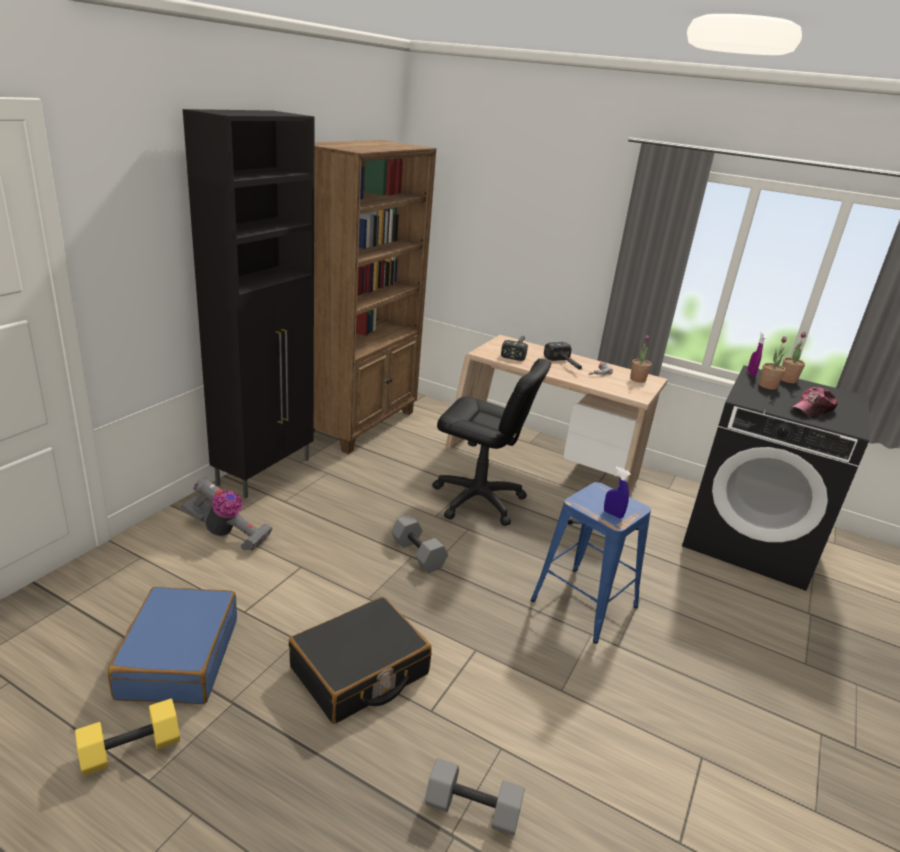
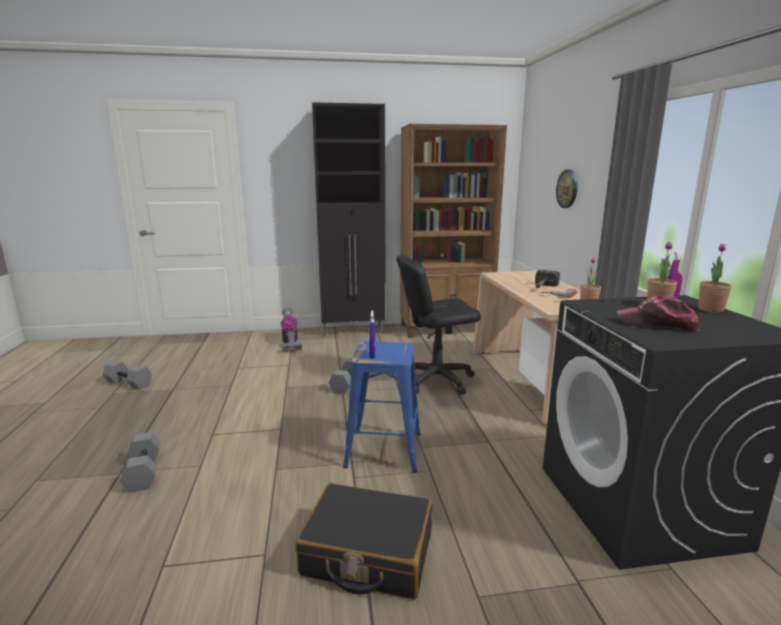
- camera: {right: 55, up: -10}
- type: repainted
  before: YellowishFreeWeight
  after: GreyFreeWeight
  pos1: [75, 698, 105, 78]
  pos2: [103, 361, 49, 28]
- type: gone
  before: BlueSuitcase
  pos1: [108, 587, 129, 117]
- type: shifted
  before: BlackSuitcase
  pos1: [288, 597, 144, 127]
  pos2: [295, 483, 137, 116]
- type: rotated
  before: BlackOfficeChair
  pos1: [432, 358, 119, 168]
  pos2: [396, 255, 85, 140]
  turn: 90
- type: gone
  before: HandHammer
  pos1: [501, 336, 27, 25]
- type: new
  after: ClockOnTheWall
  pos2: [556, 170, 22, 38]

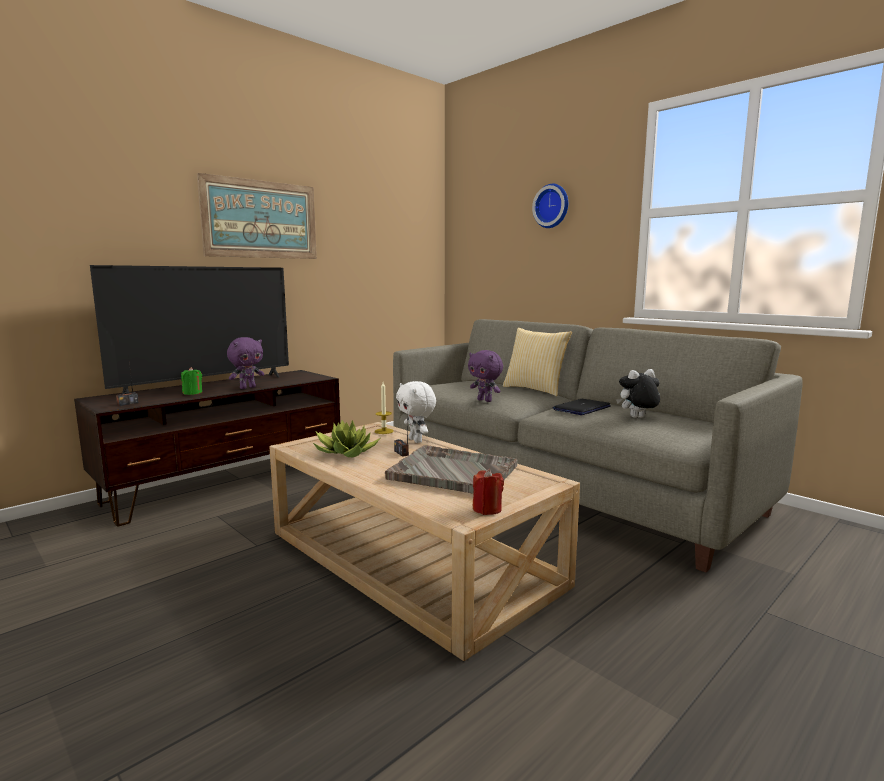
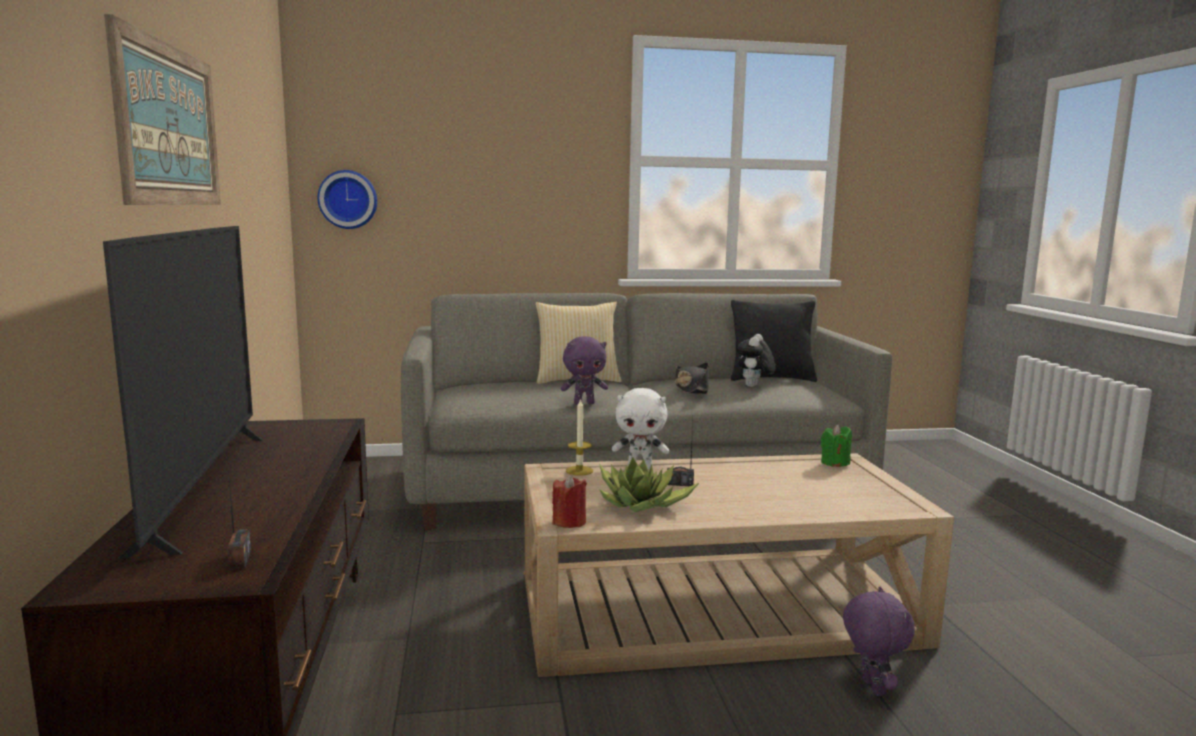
- camera: {right: -55, up: 0}
- type: shifted
  before: GreenColouredWaxLight
  pos1: [181, 367, 21, 28]
  pos2: [821, 424, 31, 43]
- type: shifted
  before: PurplishSoftToy
  pos1: [227, 337, 37, 52]
  pos2: [843, 587, 72, 109]
- type: gone
  before: GreyCarryingTray
  pos1: [385, 445, 133, 49]
- type: shifted
  before: RedColouredWaxLight
  pos1: [473, 469, 31, 46]
  pos2: [552, 474, 35, 54]
- type: shifted
  before: ClockOnTheWall
  pos1: [532, 184, 36, 44]
  pos2: [317, 170, 60, 59]
- type: swapped
  before: NotebookComputer
  after: BlackHat
  pos1: [552, 399, 59, 16]
  pos2: [675, 362, 34, 32]
- type: new
  after: BlackPillow
  pos2: [731, 300, 86, 82]

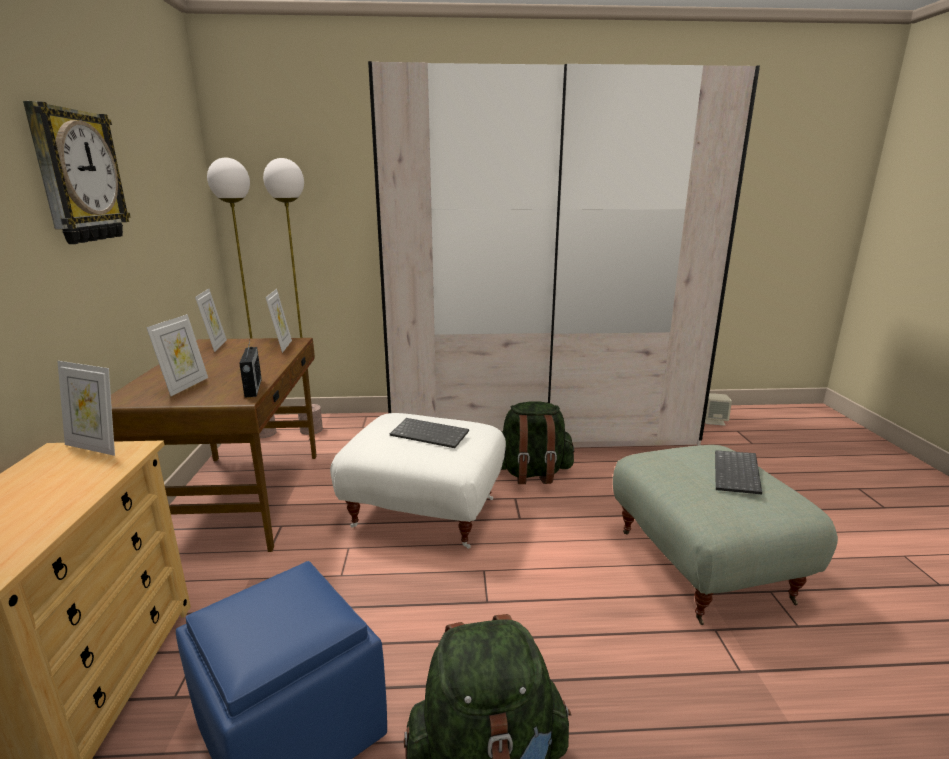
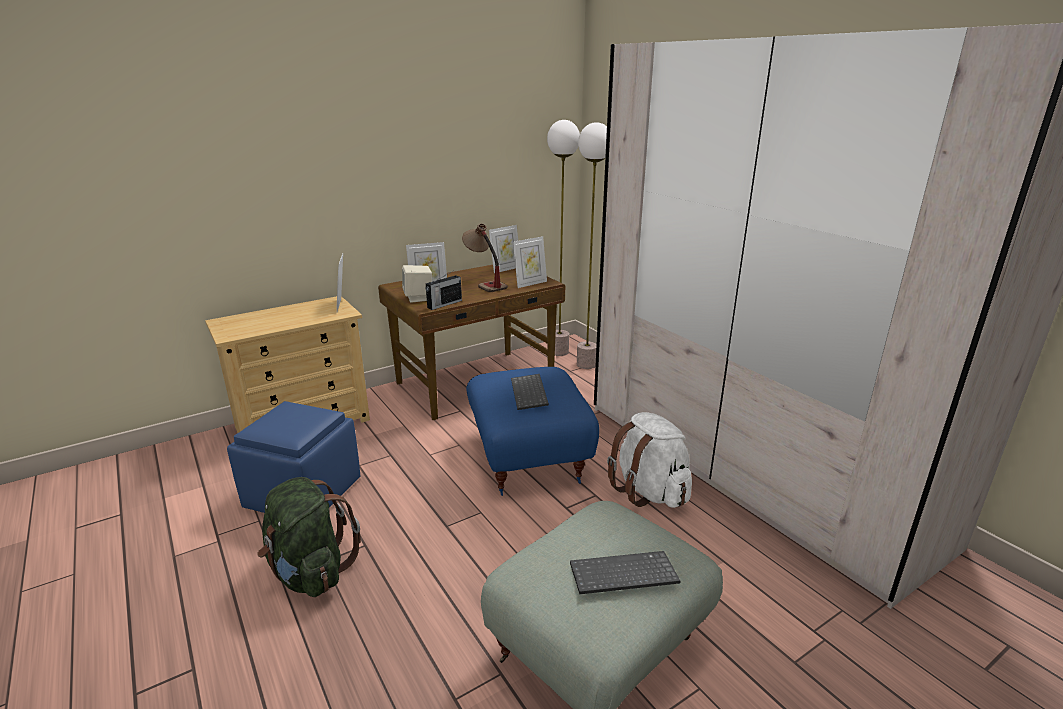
- camera: {right: 60, up: 5}
- type: gone
  before: ClockOnTheWall
  pos1: [23, 101, 108, 143]
- type: repainted
  before: WhiteColouredFootrest
  after: BlueFootrest
  pos1: [330, 413, 176, 136]
  pos2: [466, 367, 133, 129]
- type: repainted
  before: GreenColouredKnapsack
  after: WhiteColouredKnapsack
  pos1: [501, 401, 73, 83]
  pos2: [607, 412, 85, 96]
- type: shifted
  before: BeigeColouredAudioSpeaker
  pos1: [705, 393, 27, 33]
  pos2: [402, 265, 30, 38]
- type: new
  after: TableLamp
  pos2: [462, 223, 46, 69]

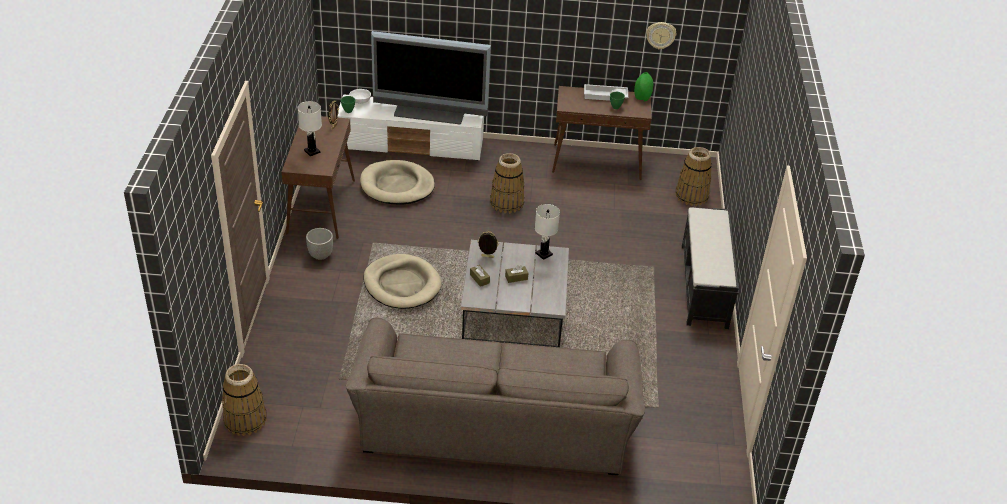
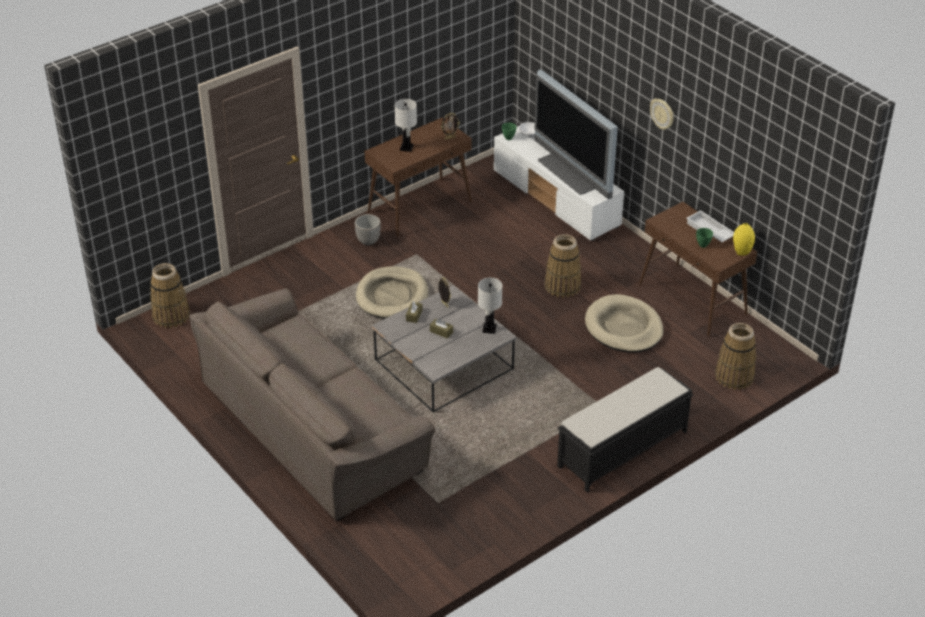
- camera: {right: 50, up: 0}
- type: shifted
  before: BeigeColouredDogCushion
  pos1: [360, 160, 75, 45]
  pos2: [585, 294, 79, 59]
- type: repainted
  before: GreenColouredDecorativeVase
  after: YellowishDecorativeVase
  pos1: [634, 72, 20, 30]
  pos2: [733, 223, 22, 32]
- type: shifted
  before: ClockOnTheWall
  pos1: [646, 22, 30, 27]
  pos2: [650, 98, 24, 32]

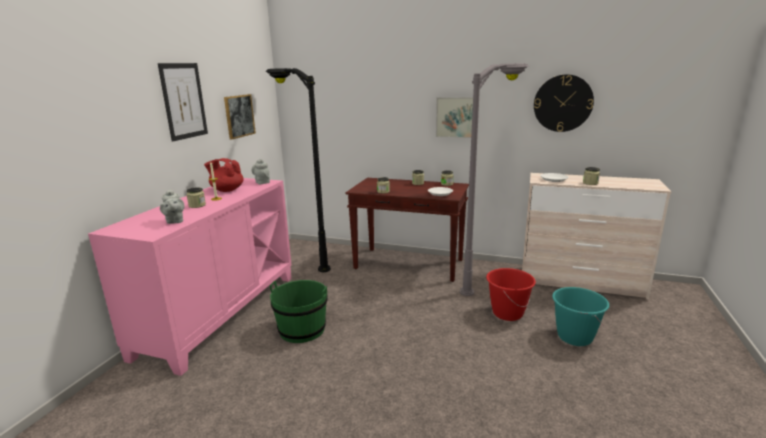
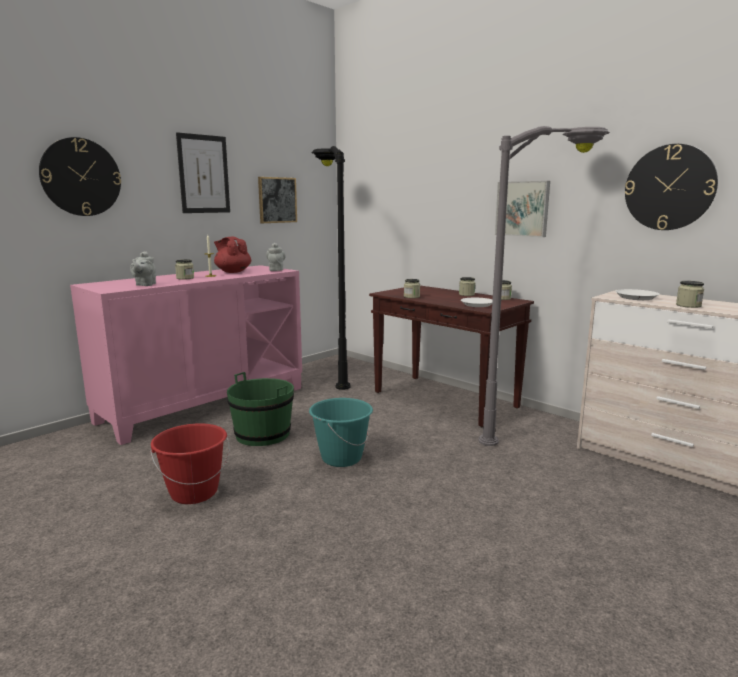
- camera: {right: 25, up: -5}
- type: shifted
  before: RedColouredPail
  pos1: [486, 268, 50, 53]
  pos2: [150, 423, 80, 81]
- type: shifted
  before: TurquoiseColouredPail
  pos1: [552, 287, 57, 59]
  pos2: [309, 398, 64, 69]
- type: new
  after: ClockOnTheWall
  pos2: [39, 137, 82, 79]

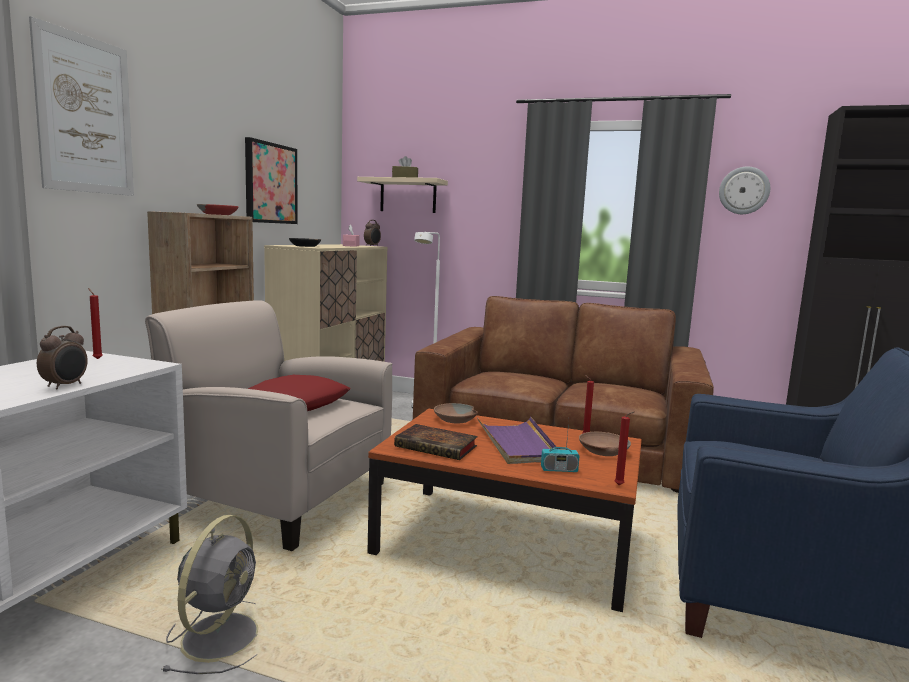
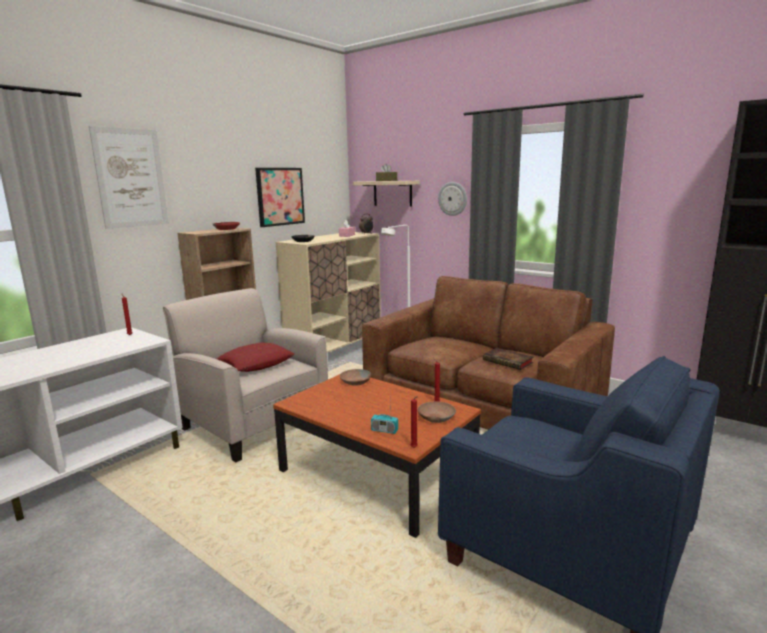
- camera: {right: 20, up: 5}
- type: gone
  before: BedsideClock
  pos1: [37, 326, 51, 63]
- type: gone
  before: GreyElectricFan
  pos1: [161, 515, 97, 159]
- type: shifted
  before: Book
  pos1: [394, 424, 84, 36]
  pos2: [483, 348, 51, 22]
- type: gone
  before: PurplishCarryingTray
  pos1: [477, 417, 80, 47]
- type: shifted
  before: ClockOnTheWall
  pos1: [719, 166, 51, 48]
  pos2: [438, 182, 29, 34]

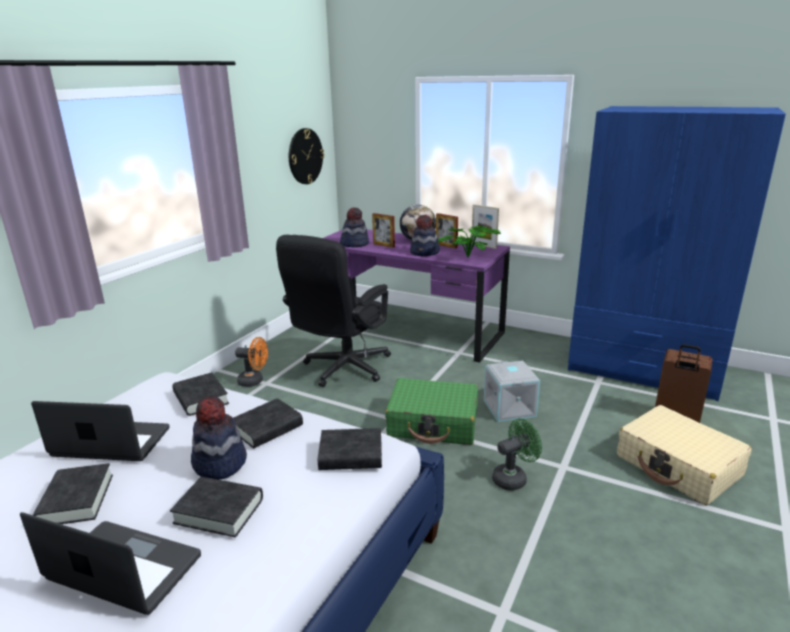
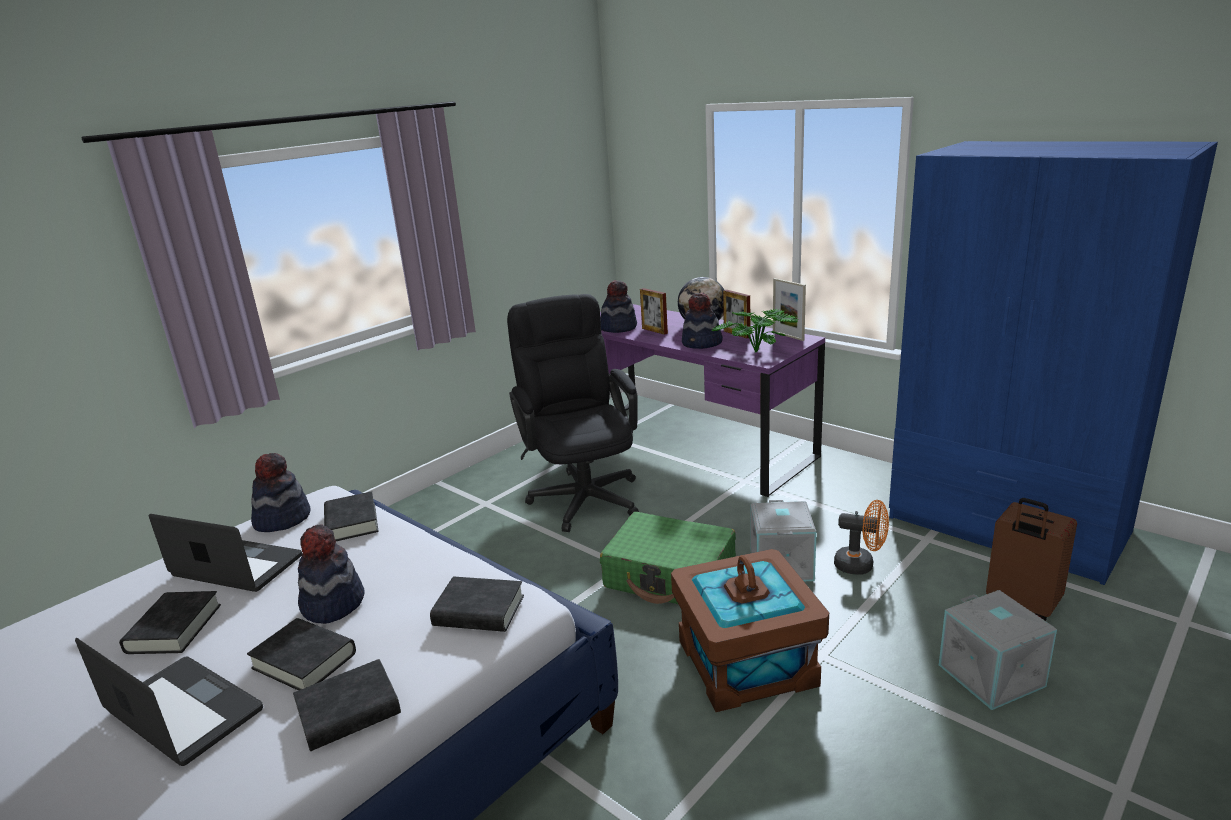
- camera: {right: 15, up: 0}
- type: shifted
  before: BlackBook
  pos1: [233, 398, 70, 50]
  pos2: [293, 659, 108, 92]
- type: shifted
  before: OrangeElectricFan
  pos1: [235, 337, 33, 50]
  pos2: [834, 500, 55, 75]
- type: rotated
  before: BlackOfficeChair
  pos1: [276, 235, 115, 152]
  pos2: [507, 294, 132, 238]
  turn: 120
- type: gone
  before: ClockOnTheWall
  pos1: [289, 128, 35, 56]
- type: swapped
  before: GreenColouredElectricFan
  after: BrownishStorageContainer
  pos1: [492, 418, 50, 73]
  pos2: [671, 549, 158, 163]
- type: swapped
  before: BeigeColouredSuitcase
  after: GreyStorageContainer
  pos1: [617, 405, 135, 100]
  pos2: [939, 590, 118, 120]
- type: new
  after: Hat
  pos2: [251, 453, 59, 79]

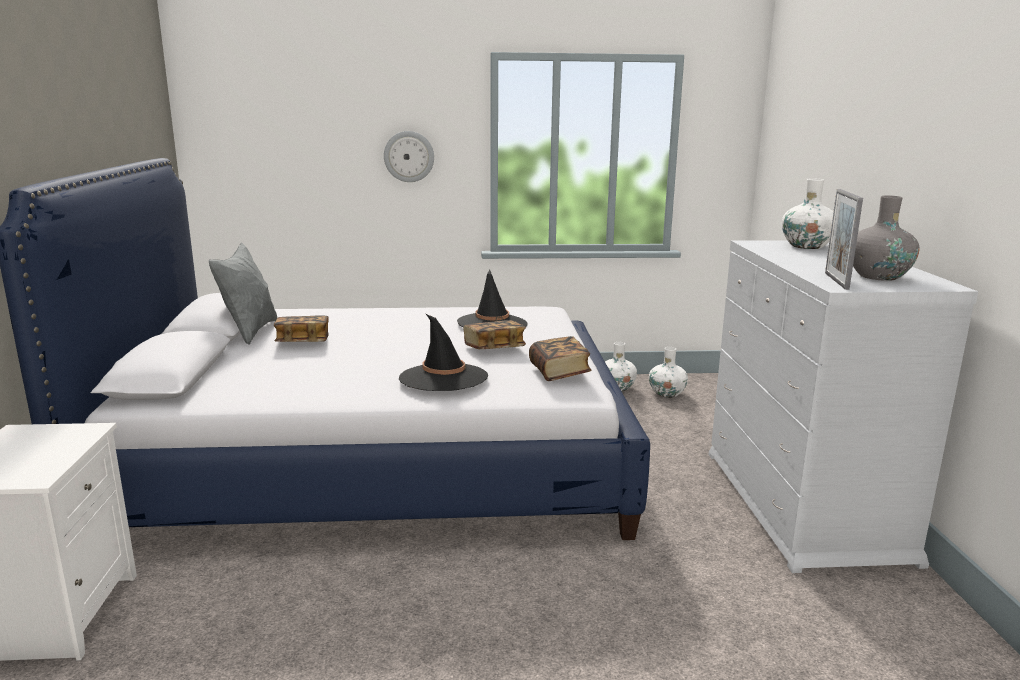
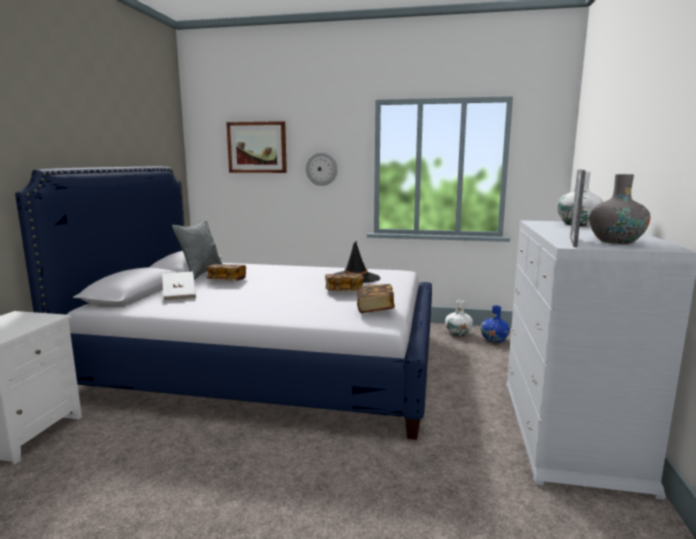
- camera: {right: 15, up: -5}
- type: gone
  before: BlackHat
  pos1: [399, 314, 89, 77]
- type: repainted
  before: WhiteColouredDecorativeVase
  after: BlueDecorativeVase
  pos1: [649, 347, 39, 51]
  pos2: [481, 305, 29, 38]
- type: new
  after: WhiteColouredBook
  pos2: [162, 272, 34, 29]
- type: new
  after: WallArt
  pos2: [226, 121, 61, 52]

